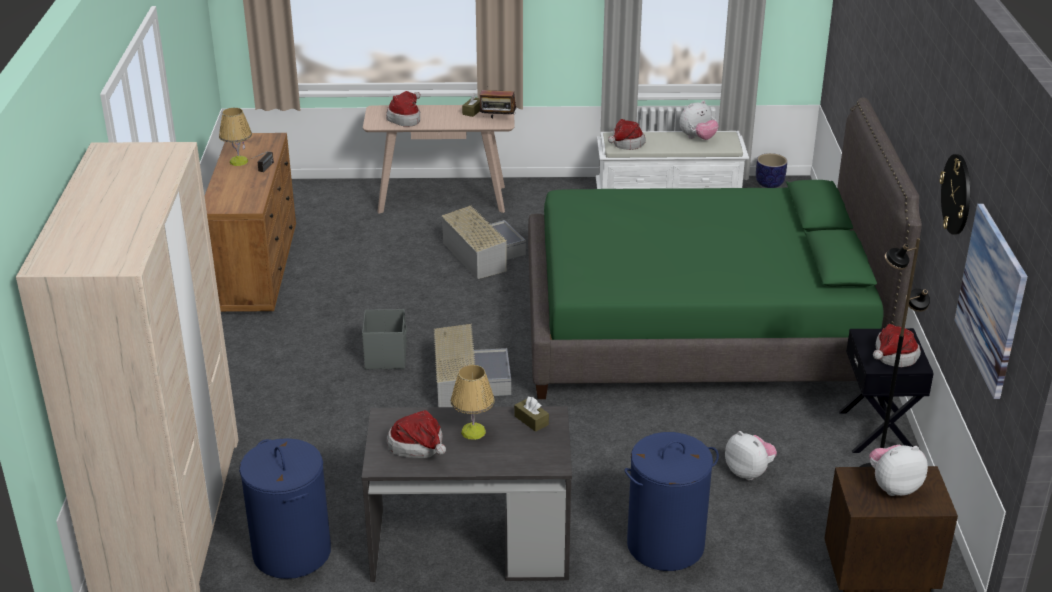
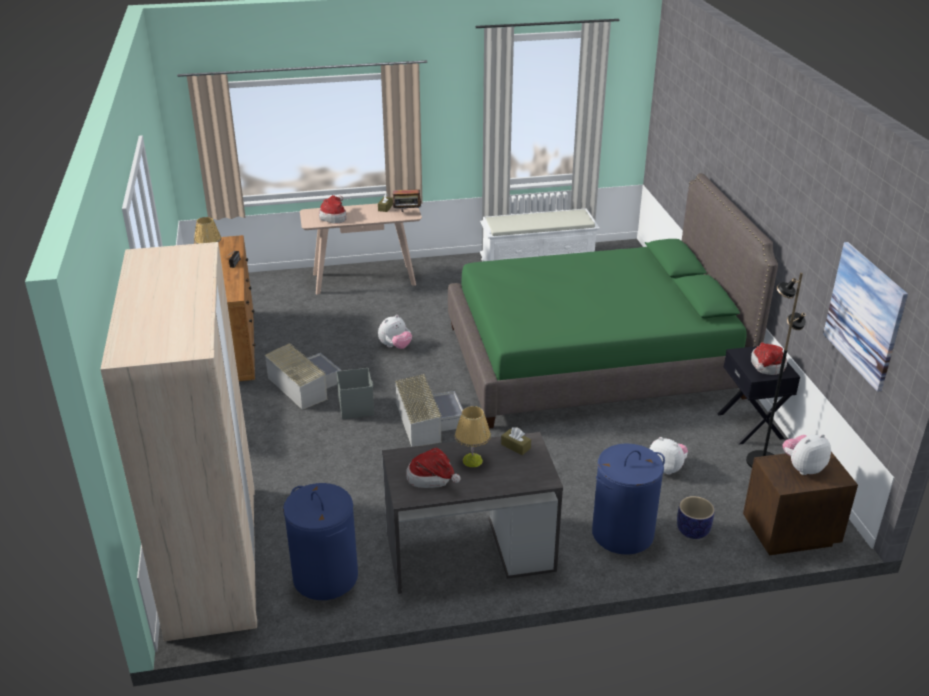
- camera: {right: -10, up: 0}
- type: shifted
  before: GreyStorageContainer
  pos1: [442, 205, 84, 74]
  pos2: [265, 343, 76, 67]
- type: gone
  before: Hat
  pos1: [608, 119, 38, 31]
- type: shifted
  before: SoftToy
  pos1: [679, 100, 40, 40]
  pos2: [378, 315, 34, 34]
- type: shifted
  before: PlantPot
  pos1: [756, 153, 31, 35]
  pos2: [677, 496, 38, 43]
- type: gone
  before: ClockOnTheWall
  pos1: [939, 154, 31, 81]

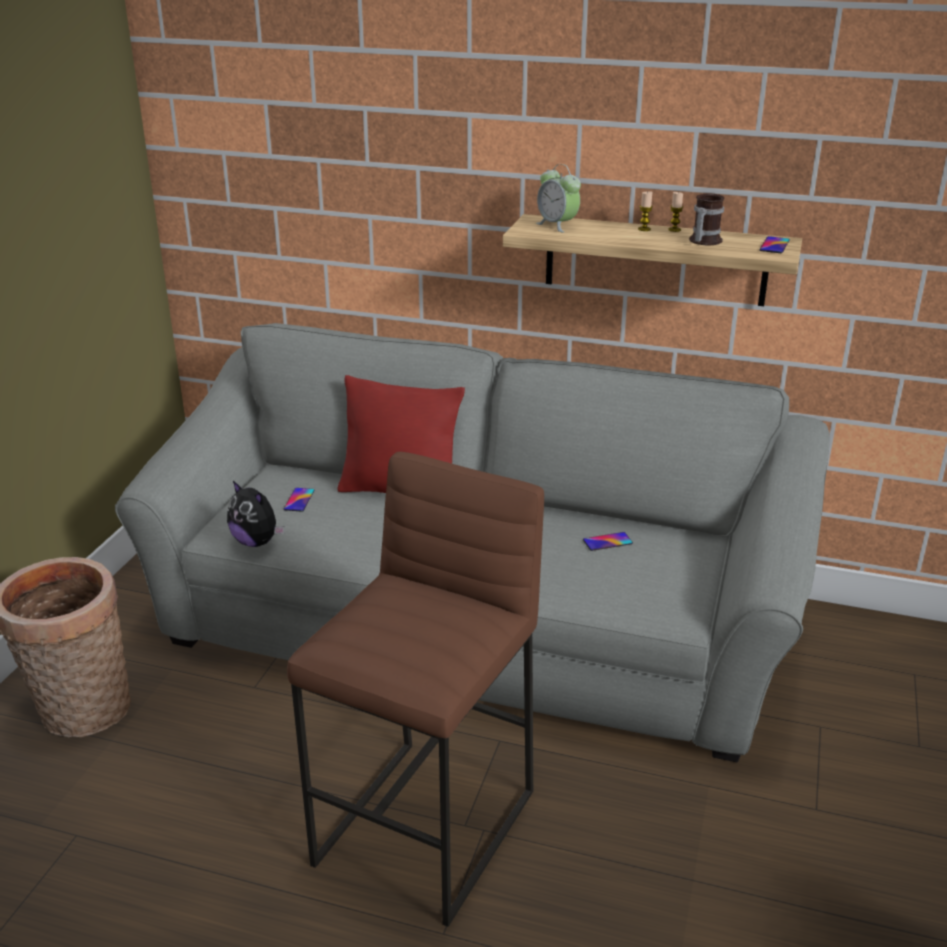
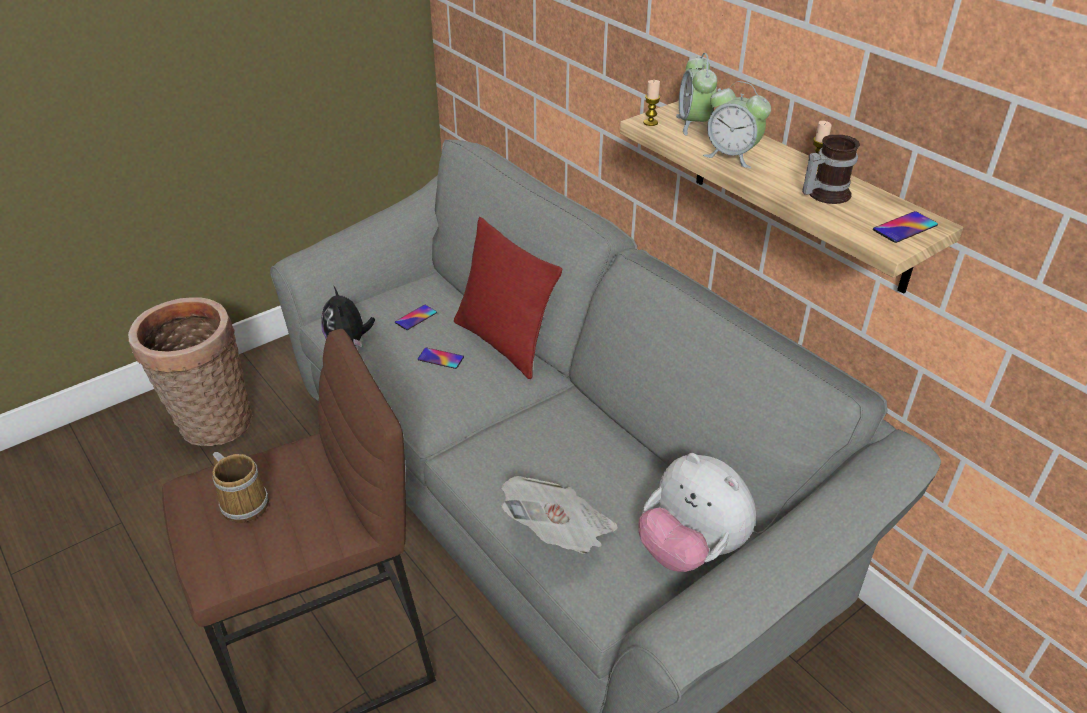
- camera: {right: 35, up: 10}
- type: shifted
  before: Phone
  pos1: [583, 532, 50, 19]
  pos2: [417, 347, 47, 22]
- type: shifted
  before: WaxLight
  pos1: [638, 191, 15, 40]
  pos2: [643, 80, 17, 46]
- type: new
  after: Mug
  pos2: [212, 452, 57, 71]
- type: new
  after: PrintedPaper
  pos2: [501, 476, 117, 78]
- type: new
  after: SoftToy
  pos2: [638, 453, 118, 119]
- type: new
  after: BedsideClock
  pos2: [703, 81, 68, 87]

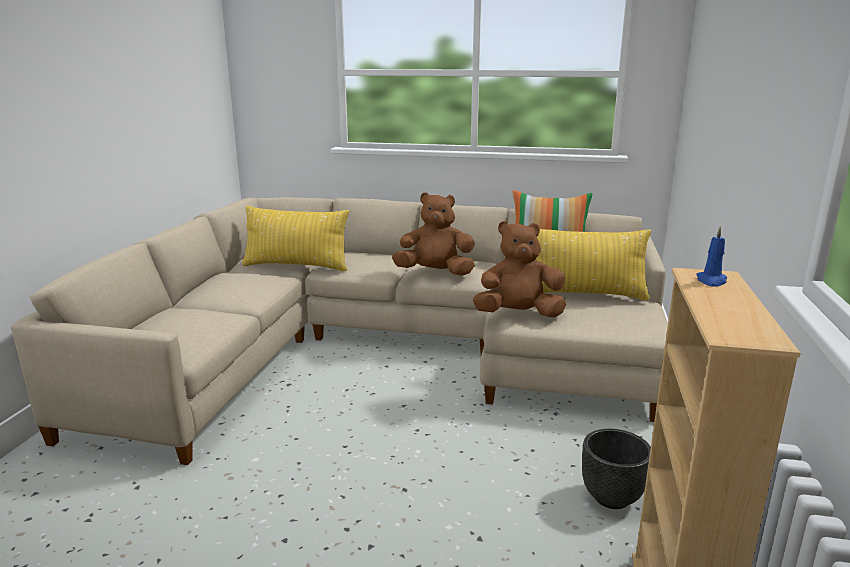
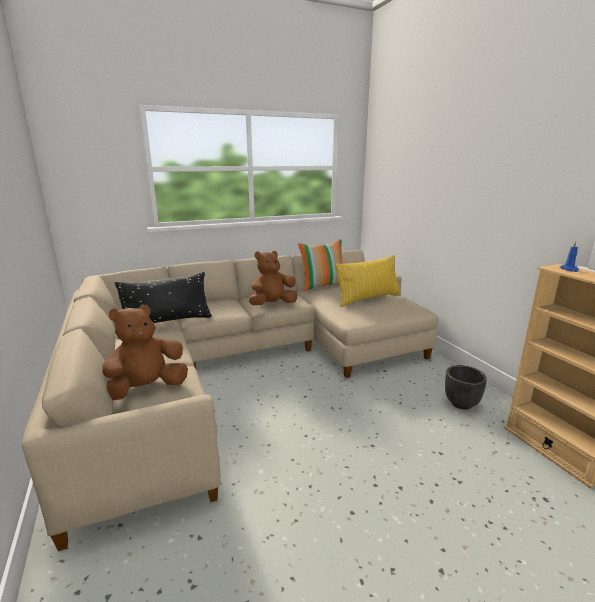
- camera: {right: -35, up: 0}
- type: repainted
  before: YellowishPillow
  after: BlackPillow
  pos1: [242, 206, 107, 65]
  pos2: [115, 272, 97, 51]
- type: shifted
  before: BrownishSoftToy
  pos1: [473, 221, 93, 97]
  pos2: [102, 305, 86, 95]

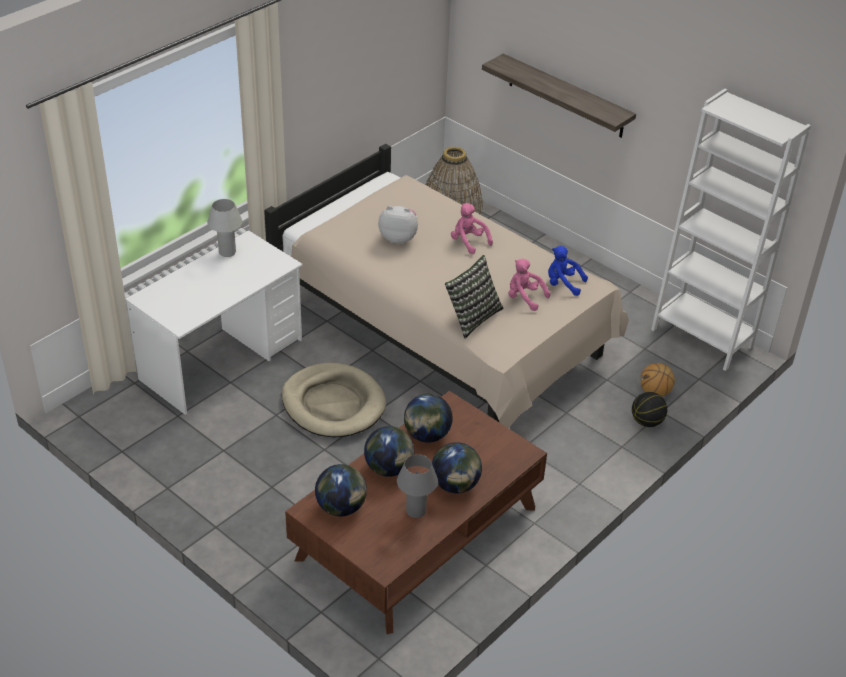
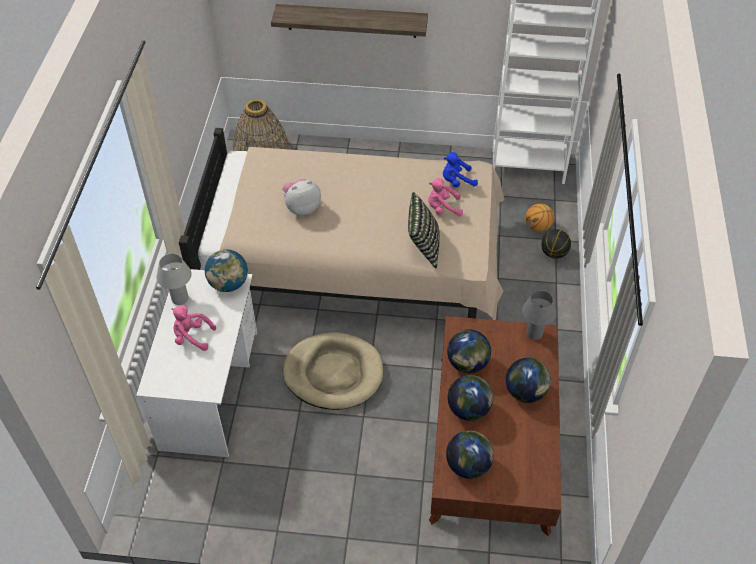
- camera: {right: -35, up: 10}
- type: shifted
  before: GreyTableLamp
  pos1: [397, 454, 41, 64]
  pos2: [522, 290, 34, 50]
- type: shifted
  before: PinkColouredSoftToy
  pos1: [451, 203, 42, 51]
  pos2: [172, 305, 44, 46]
- type: new
  after: Globe
  pos2: [205, 249, 43, 43]

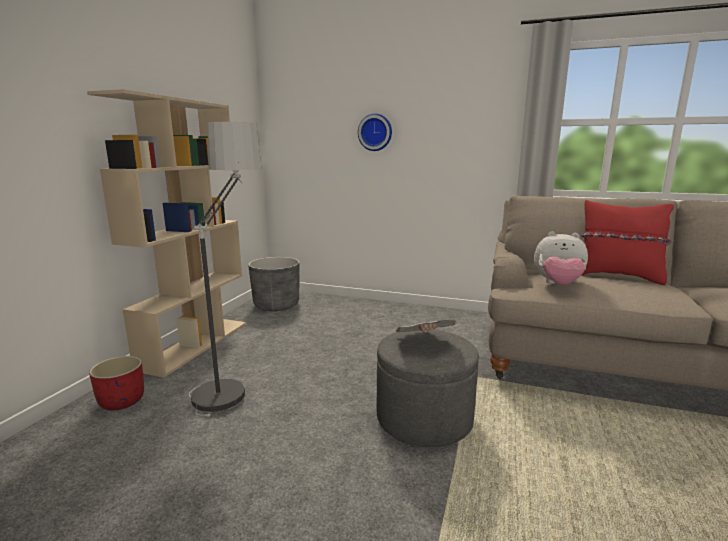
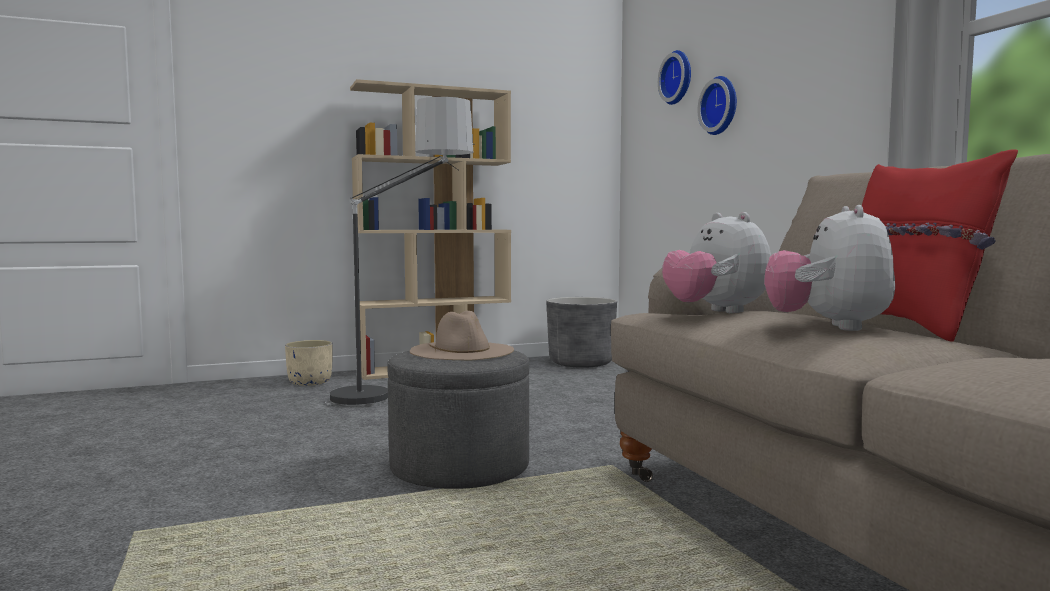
- camera: {right: 50, up: -10}
- type: repainted
  before: RedColouredPlantPot
  after: BeigeColouredPlantPot
  pos1: [89, 356, 55, 54]
  pos2: [285, 340, 48, 46]
- type: swapped
  before: PrintedPaper
  after: BeigeColouredHat
  pos1: [395, 320, 61, 13]
  pos2: [410, 311, 104, 50]
- type: new
  after: ClockOnTheWall
  pos2: [658, 50, 33, 55]
- type: new
  after: SoftToy
  pos2: [764, 205, 131, 126]

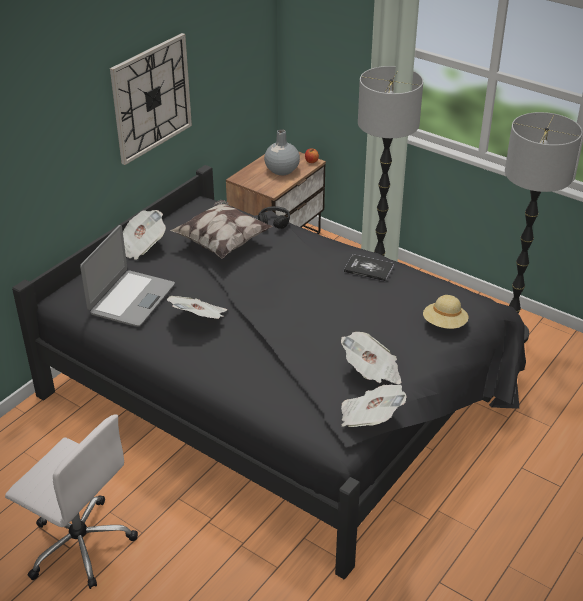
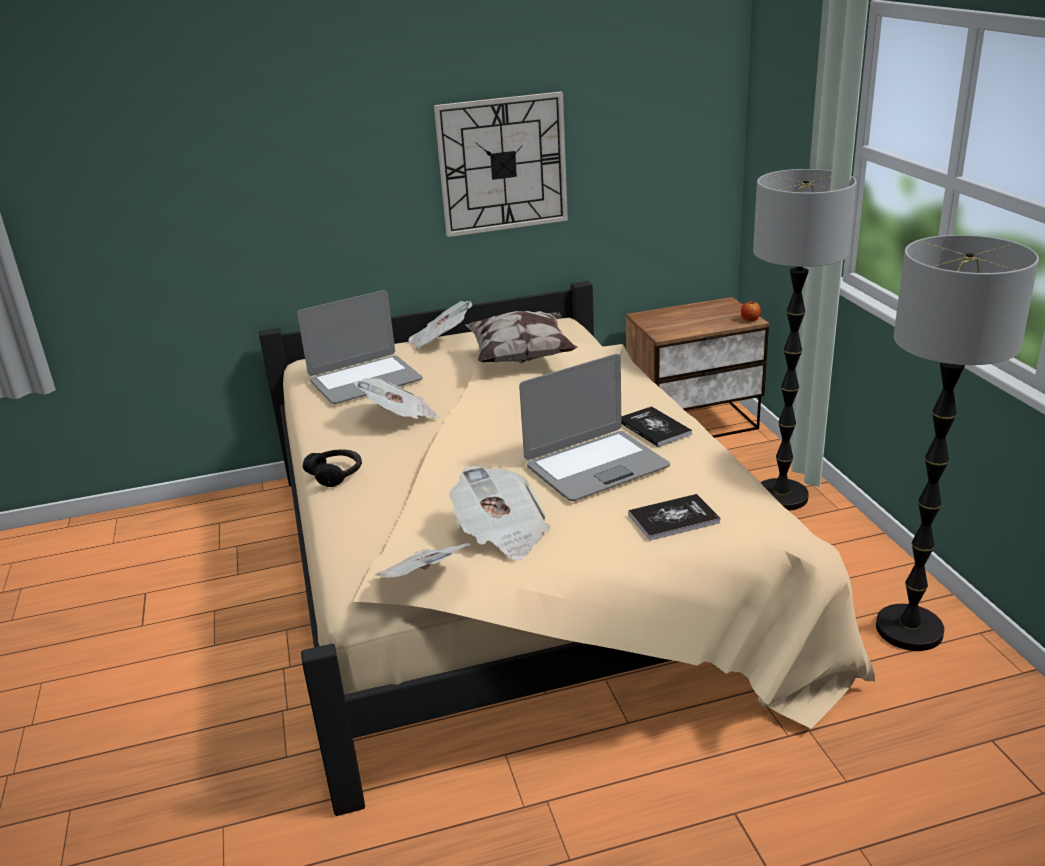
- camera: {right: 40, up: -10}
- type: gone
  before: WhiteColouredOfficeChair
  pos1: [5, 415, 133, 174]
- type: repainted
  before: BlackBed
  after: BeigeColouredBed
  pos1: [12, 165, 514, 414]
  pos2: [259, 281, 616, 535]
- type: shifted
  before: BlackHeadphones
  pos1: [258, 206, 32, 23]
  pos2: [303, 449, 59, 38]
- type: gone
  before: GreyDecorativeVase
  pos1: [264, 129, 36, 46]
- type: swapped
  before: BeigeColouredHat
  after: Book
  pos1: [423, 295, 46, 34]
  pos2: [628, 494, 92, 47]
- type: new
  after: NotebookComputer
  pos2: [519, 354, 151, 147]

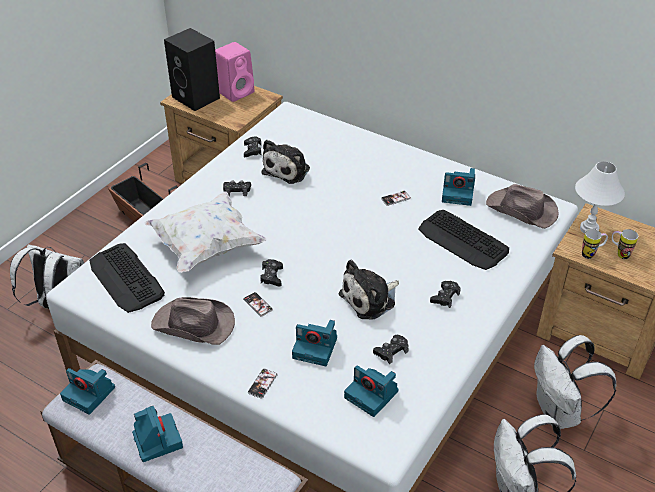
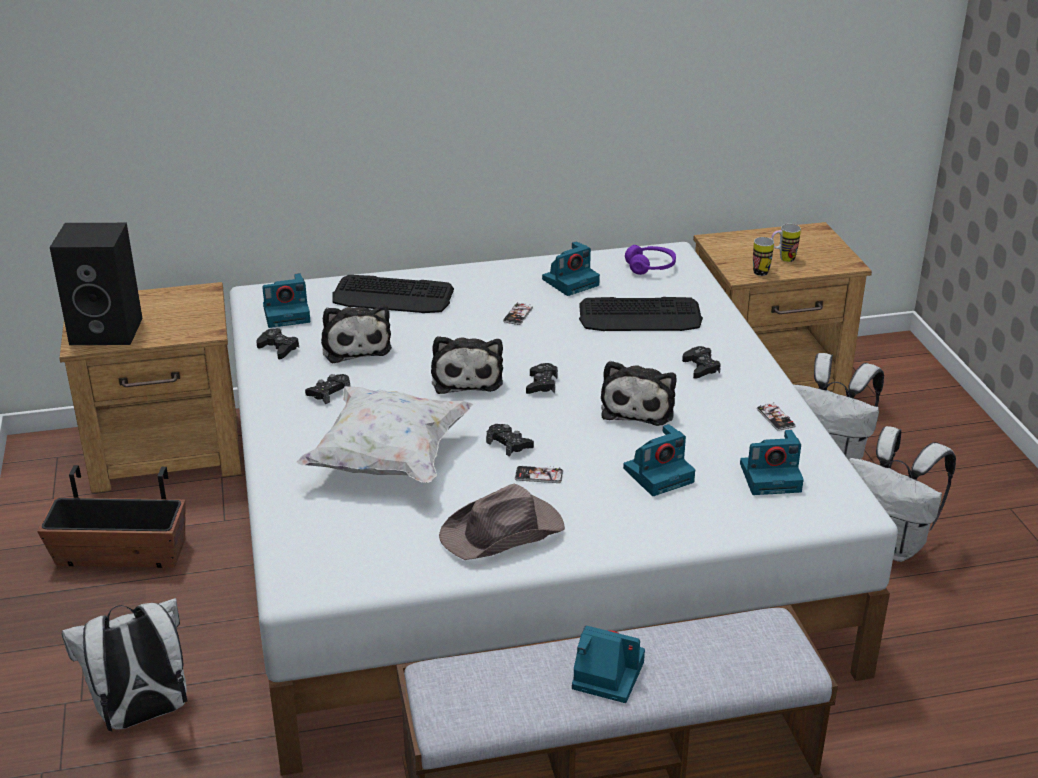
- camera: {right: -45, up: -10}
- type: shifted
  before: PhotoCamera
  pos1: [60, 368, 55, 47]
  pos2: [262, 273, 48, 55]
- type: shifted
  before: ComputerKeyboard
  pos1: [89, 243, 76, 70]
  pos2: [332, 275, 122, 38]
- type: gone
  before: PinkColouredAudioSpeaker
  pos1: [215, 42, 39, 60]
- type: shifted
  before: Phone
  pos1: [248, 369, 30, 30]
  pos2: [757, 402, 39, 29]
- type: shifted
  before: BlackGameController
  pos1: [373, 335, 36, 29]
  pos2: [526, 363, 32, 31]
- type: swapped
  before: BrownishHat
  after: PurplishHeadphones
  pos1: [486, 184, 72, 45]
  pos2: [625, 245, 51, 30]
- type: gone
  before: WhiteColouredTableLamp
  pos1: [575, 161, 50, 72]
- type: new
  after: SoftToy
  pos2: [431, 336, 72, 58]

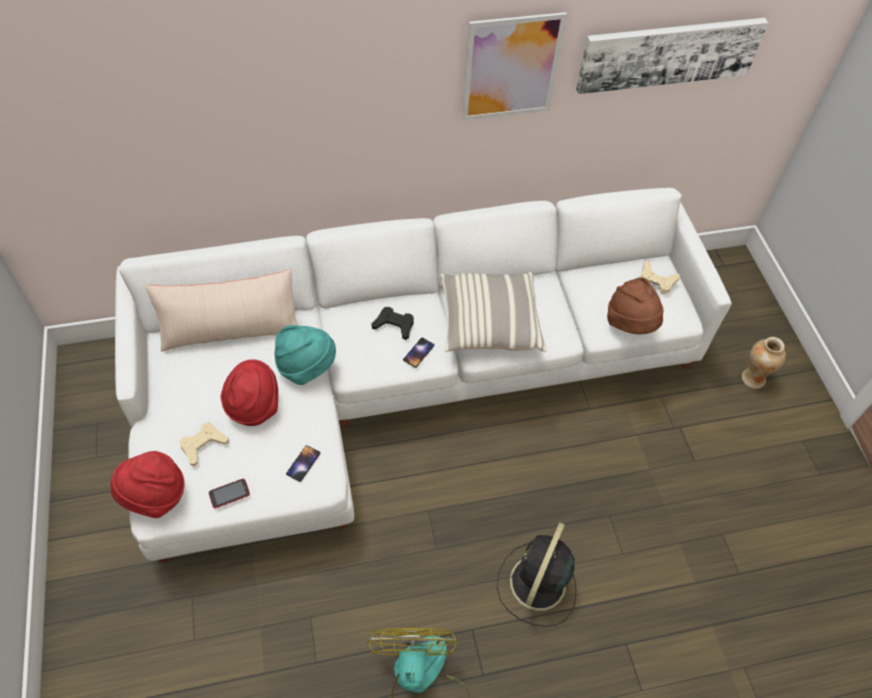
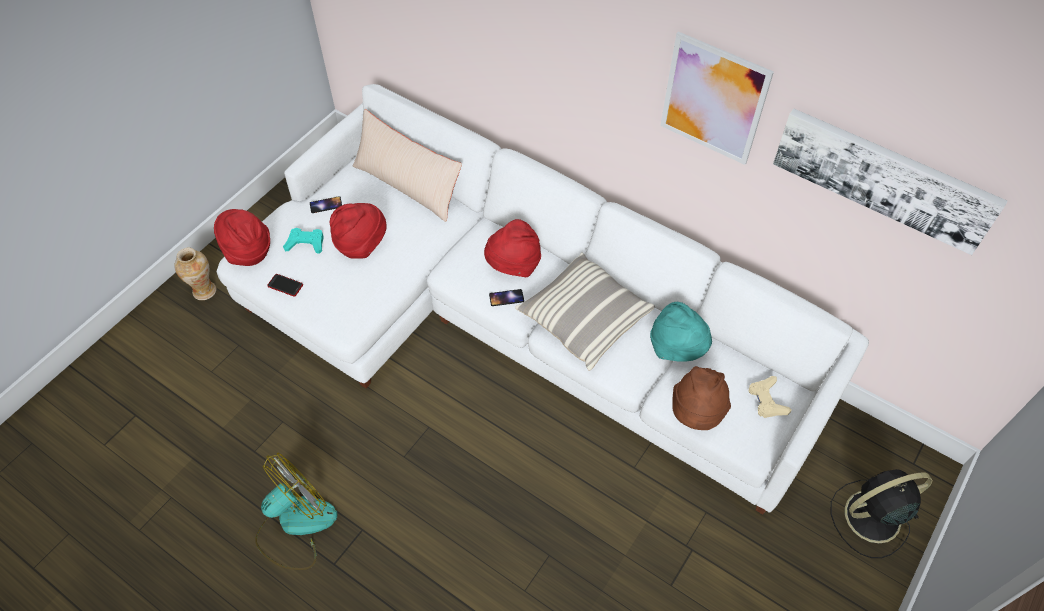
- camera: {right: 50, up: 0}
- type: repainted
  before: BeigeColouredGameController
  after: TurquoiseColouredGameController
  pos1: [179, 422, 50, 44]
  pos2: [283, 228, 41, 26]
- type: shifted
  before: TurquoiseColouredHat
  pos1: [275, 325, 61, 60]
  pos2: [650, 302, 62, 60]
- type: shifted
  before: Phone
  pos1: [286, 445, 34, 37]
  pos2: [310, 196, 32, 17]
- type: swapped
  before: BlackGameController
  after: RedColouredHat
  pos1: [371, 307, 43, 33]
  pos2: [484, 219, 57, 58]
- type: shifted
  before: BlackElectricFan
  pos1: [497, 522, 80, 105]
  pos2: [831, 469, 101, 89]
- type: shifted
  before: DecorativeVase
  pos1: [742, 337, 44, 52]
  pos2: [174, 248, 42, 52]

